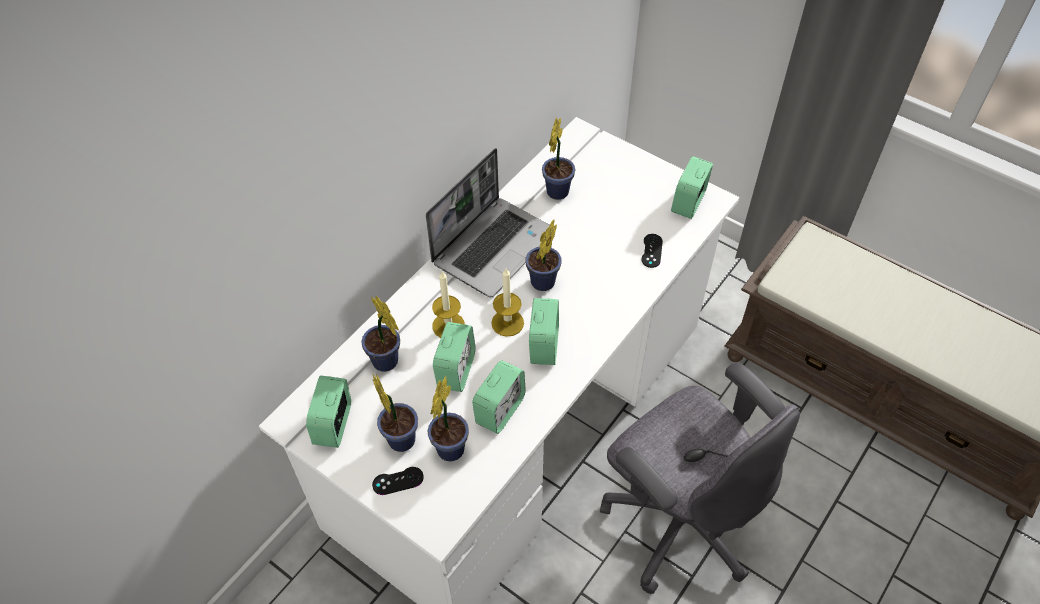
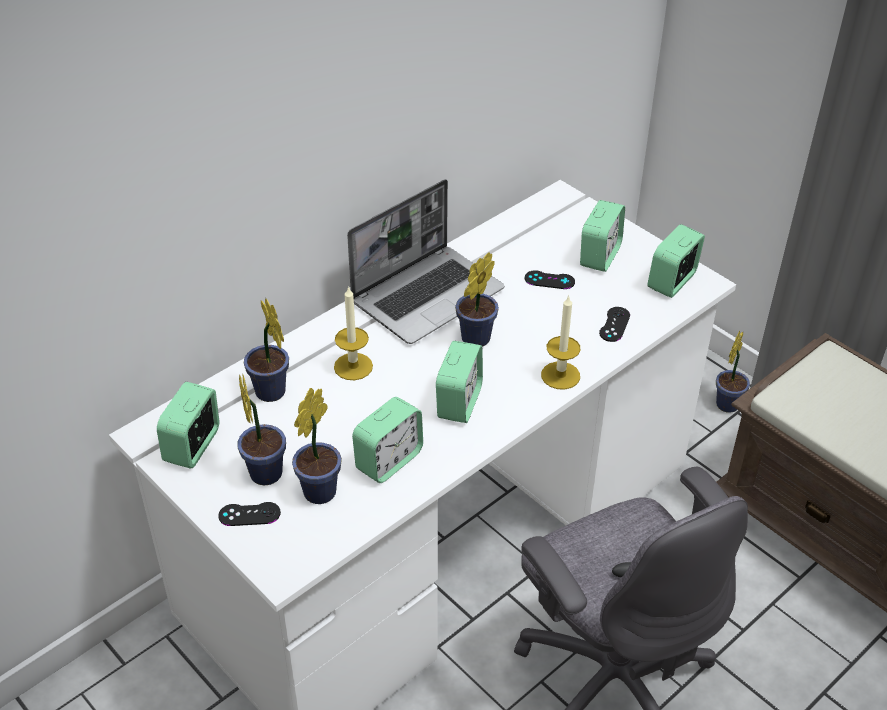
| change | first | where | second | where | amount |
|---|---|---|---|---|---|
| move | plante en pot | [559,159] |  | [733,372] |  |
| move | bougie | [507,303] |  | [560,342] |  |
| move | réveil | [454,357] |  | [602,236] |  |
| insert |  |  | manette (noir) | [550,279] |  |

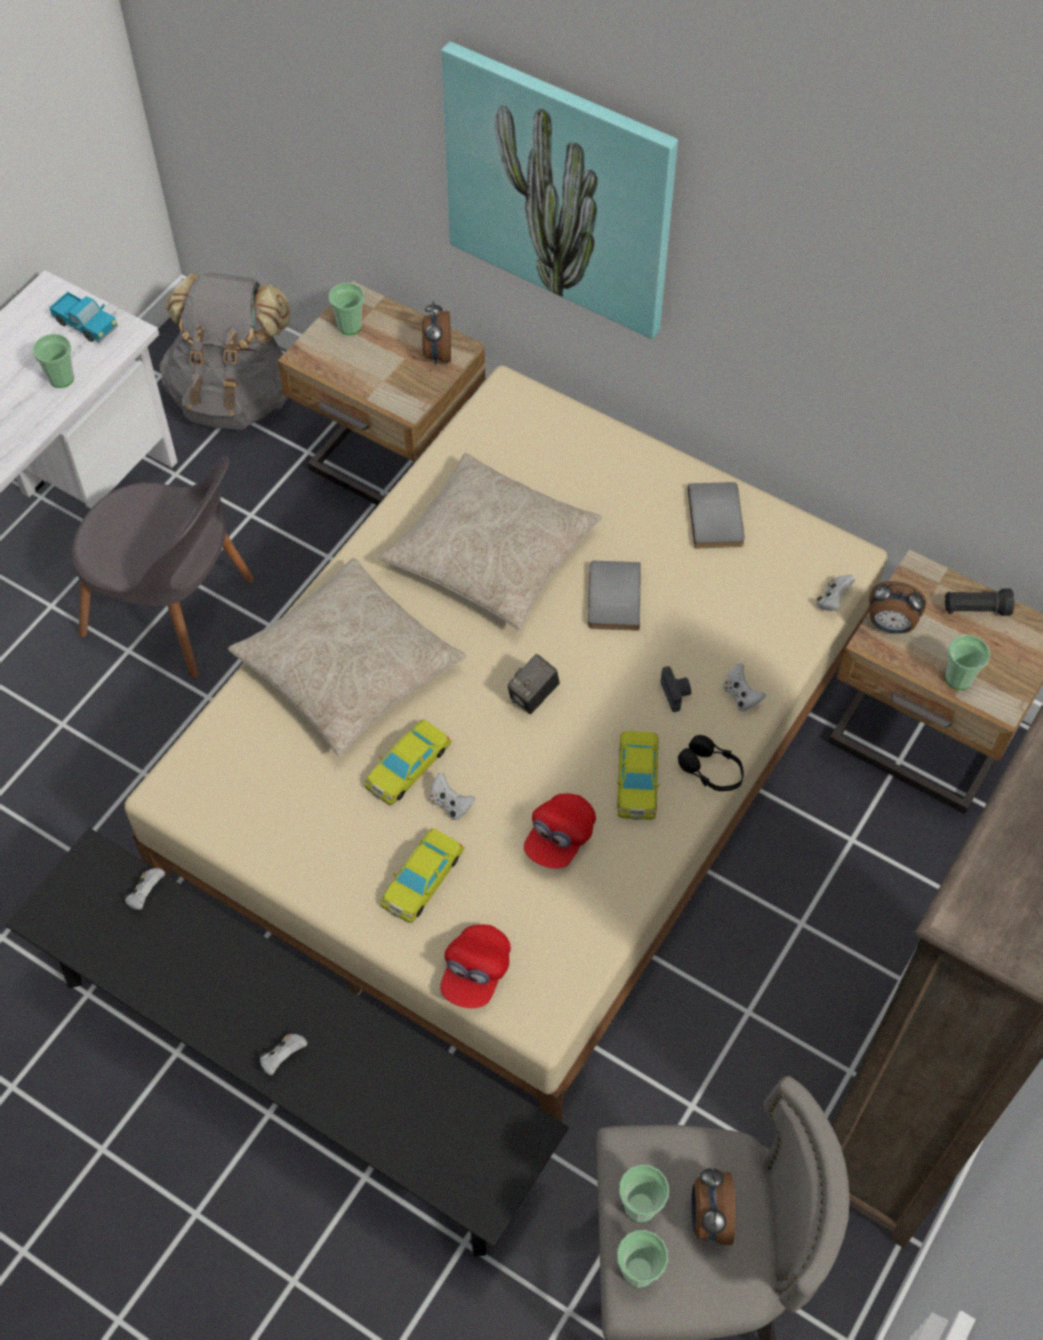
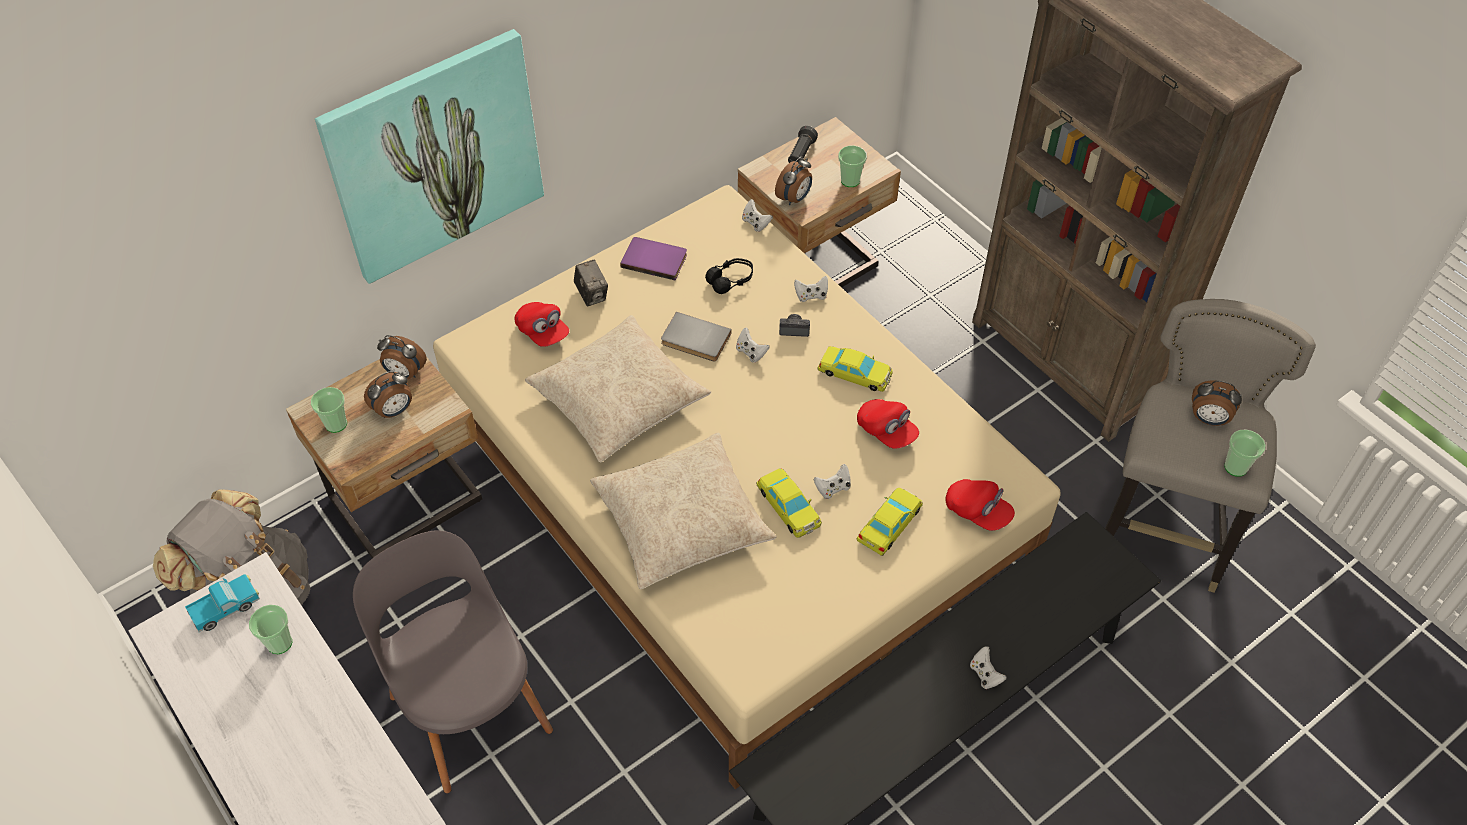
| change | first | where | second | where | amount |
|---|---|---|---|---|---|
| rotate | chaise (gris) | [162,567] |  | [453,661] | 75 degrees counterclockwise |
| recolor | livre (gris) | [716,515] | livre (violet) | [653,258] |  |
| move | appareil photo | [533,684] |  | [591,283] |  |
| move | casque audio (noir) | [711,763] |  | [729,276] |  |
| rotate | petite voiture (jaune) | [422,876] |  | [890,522] | 105 degrees counterclockwise |
| move | manette (blanc) | [144,889] |  | [753,345] |  |
| delete | tasse | [644,1194] |  |  |  |
| insert |  |  | casquette (rouge) | [542,324] |  |
| insert |  |  | réveil | [388,394] |  |

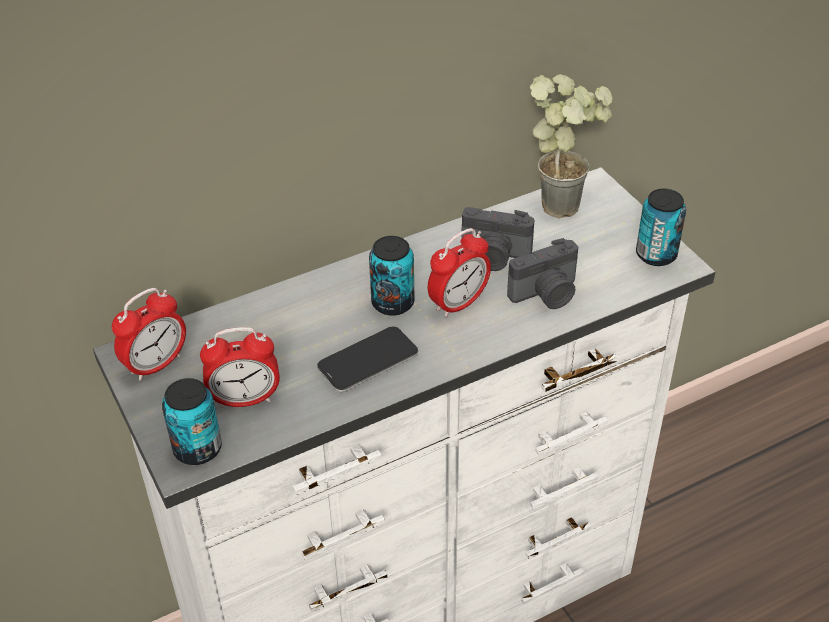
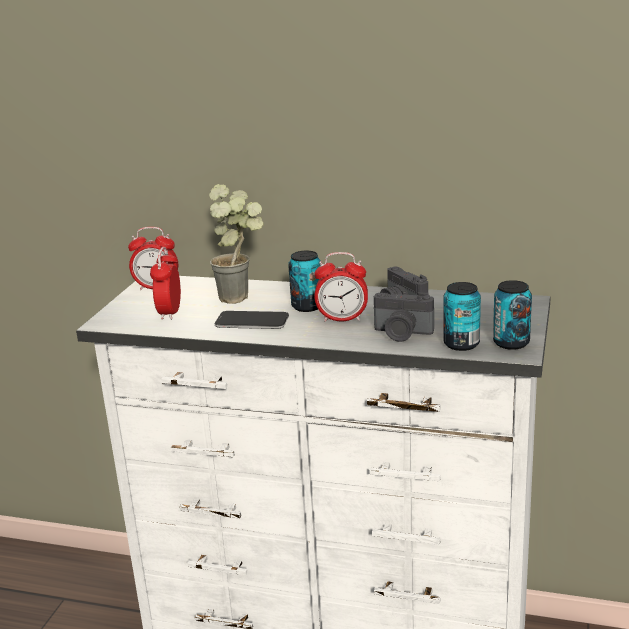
| change | first | where | second | where | amount |
|---|---|---|---|---|---|
| move | plante en pot | [571,146] |  | [236,244] |  |
| rotate | réveil | [240,368] |  | [165,283] | 60 degrees clockwise |
| move | boîte métallique | [192,421] |  | [462,316] |  |

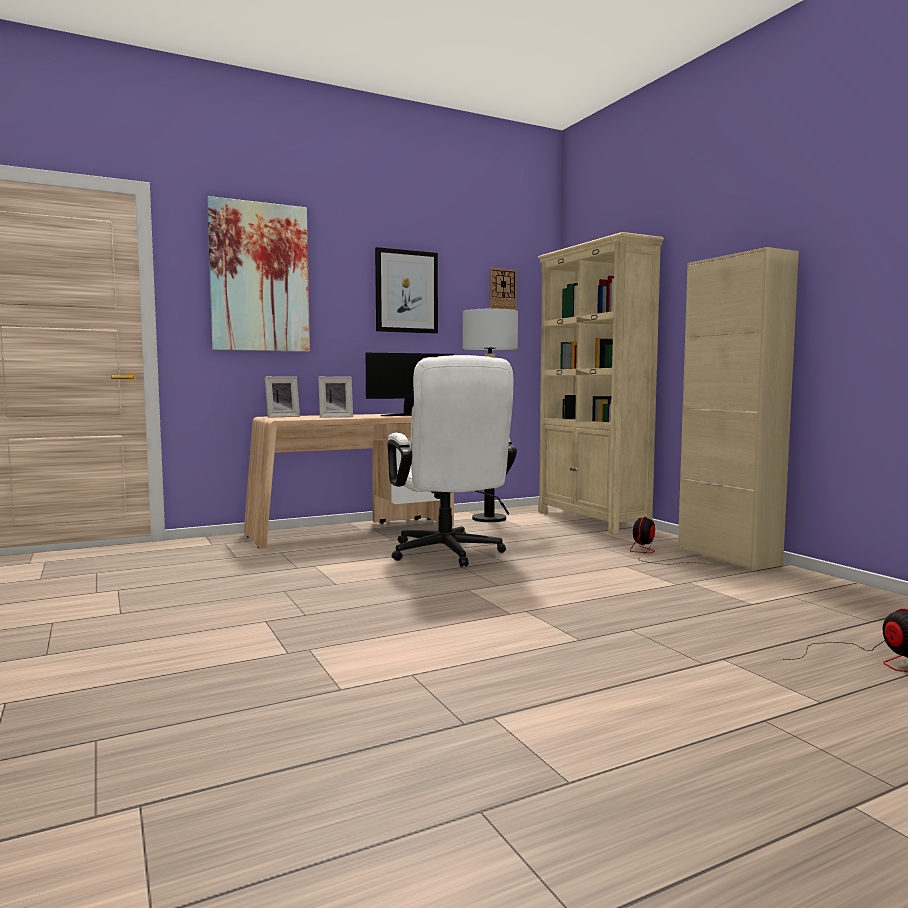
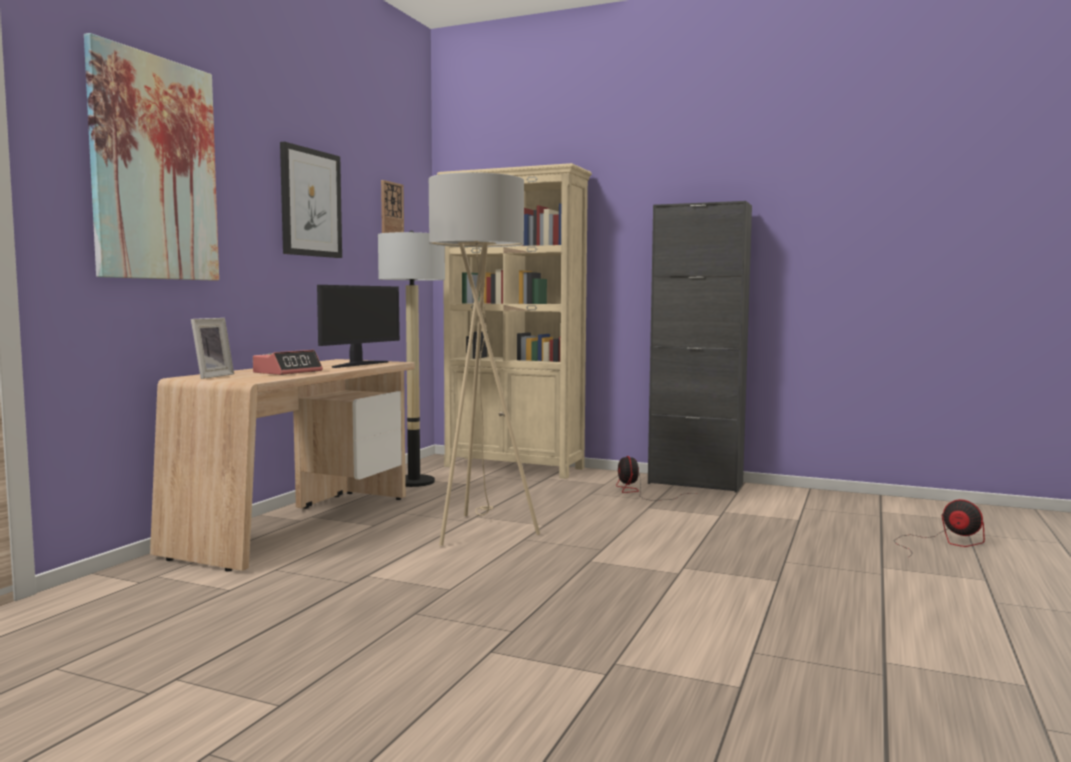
| change | first | where | second | where | amount |
|---|---|---|---|---|---|
| recolor | meuble de rangement (beige) | [738,409] | meuble de rangement (noir) | [700,347] |  |
| replace | chaise de bureau (blanc) | [452,461] | lampadaire (beige) | [484,359] |  |
| replace | cadre photo | [335,397] | réveil | [288,362] |  |

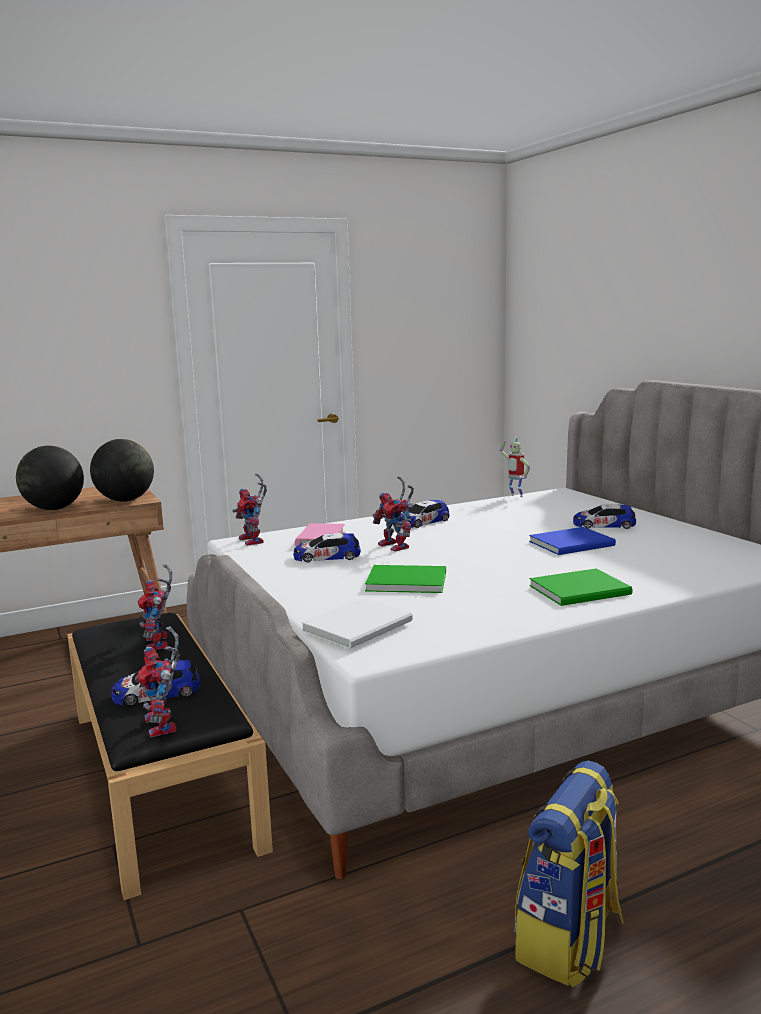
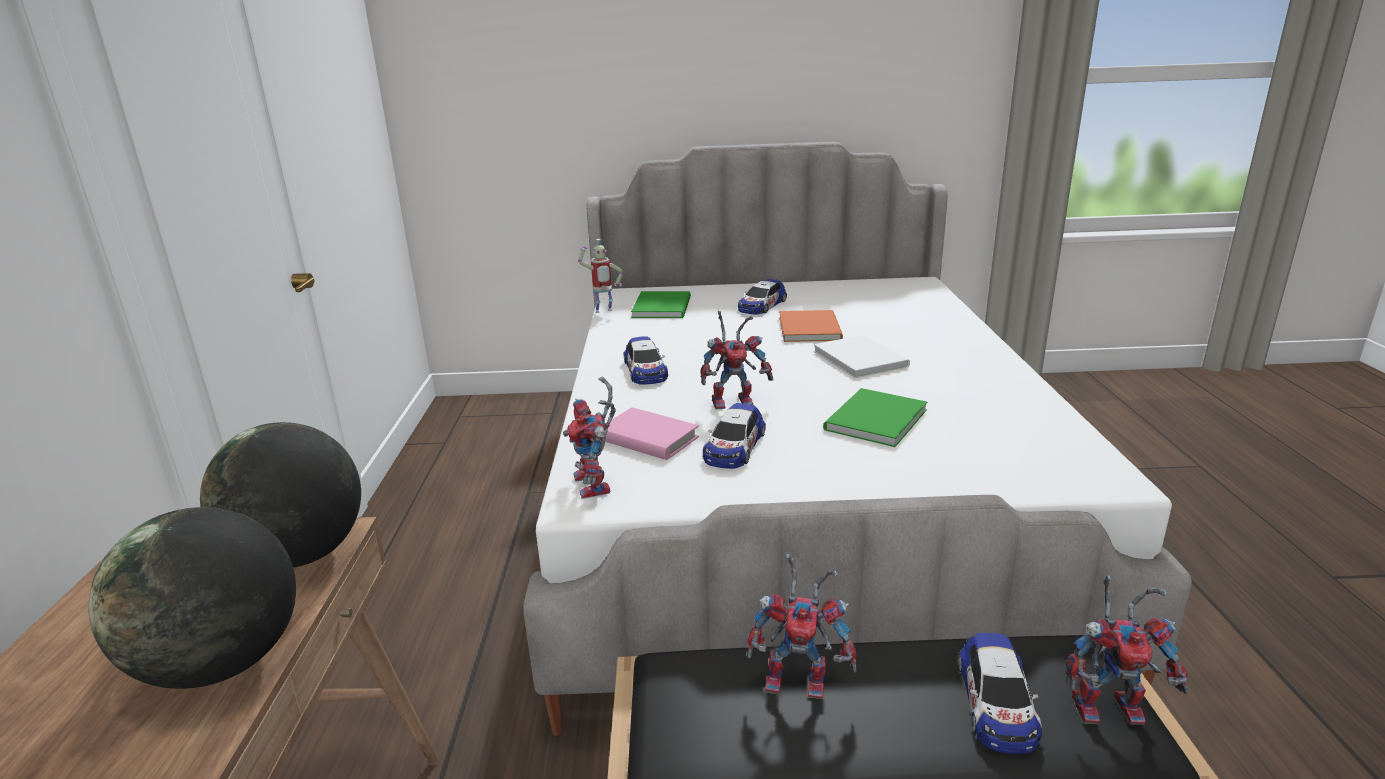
| change | first | where | second | where | amount |
|---|---|---|---|---|---|
| rotate | robot jouet | [250,509] |  | [589,437] | 75 degrees clockwise |
| recolor | livre (bleu) | [572,541] | livre (orange) | [811,326] |  |
| move | livre (vert) | [581,587] |  | [661,304] |  |
| move | livre (blanc) | [357,623] |  | [862,356] |  |
| delete | sac à dos | [569,874] |  |  |  |

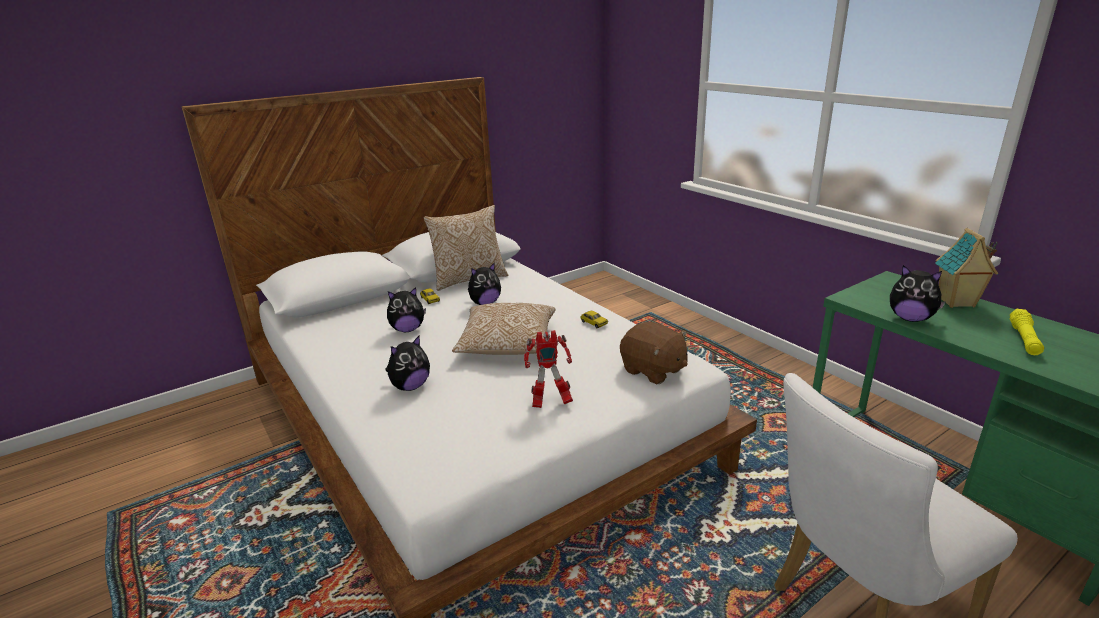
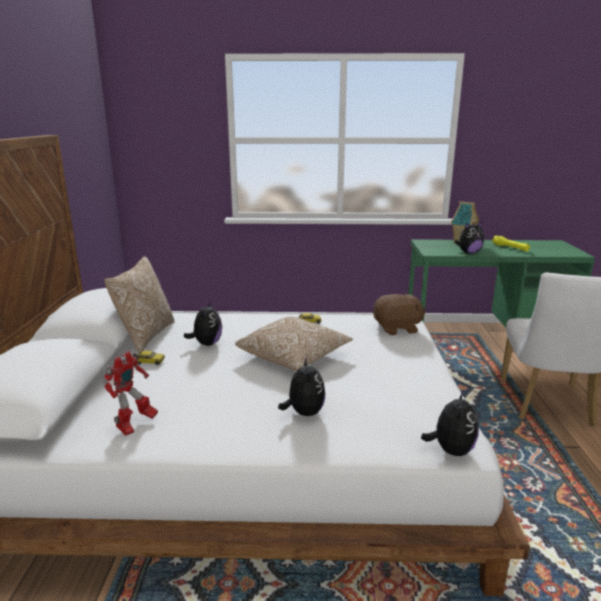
| change | first | where | second | where | amount |
|---|---|---|---|---|---|
| move | peluche | [406,309] |  | [450,423] |  |
| move | robot jouet | [548,369] |  | [130,393] |  |

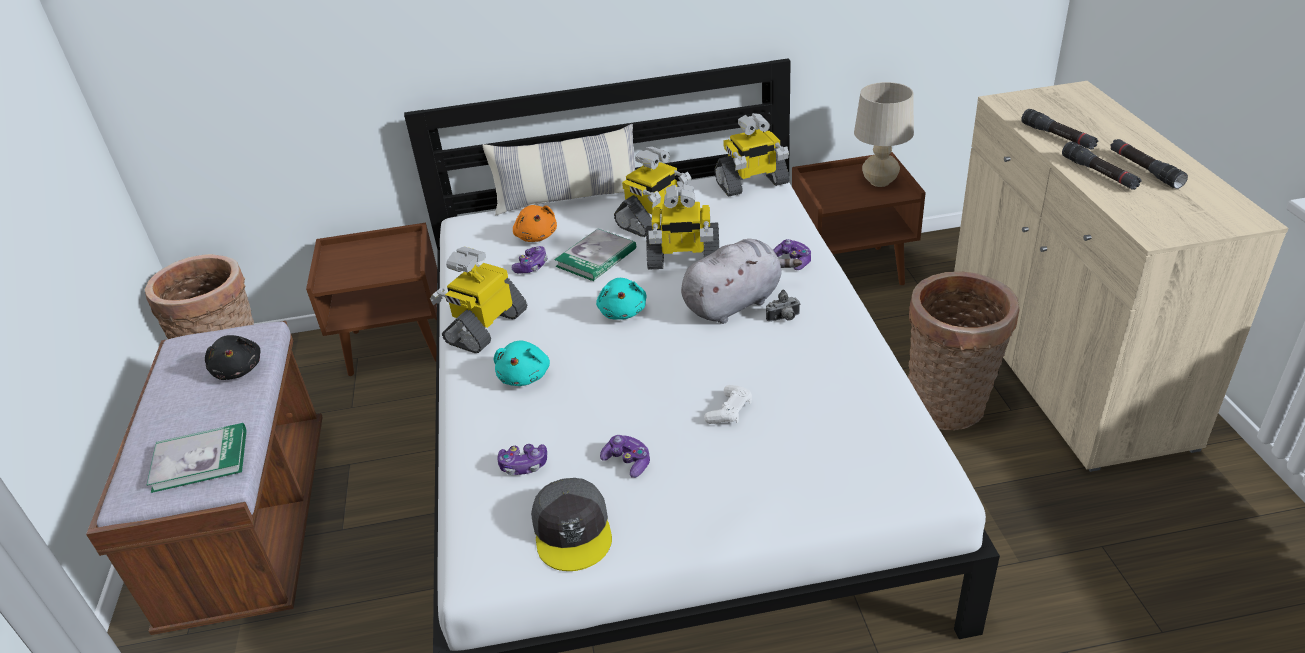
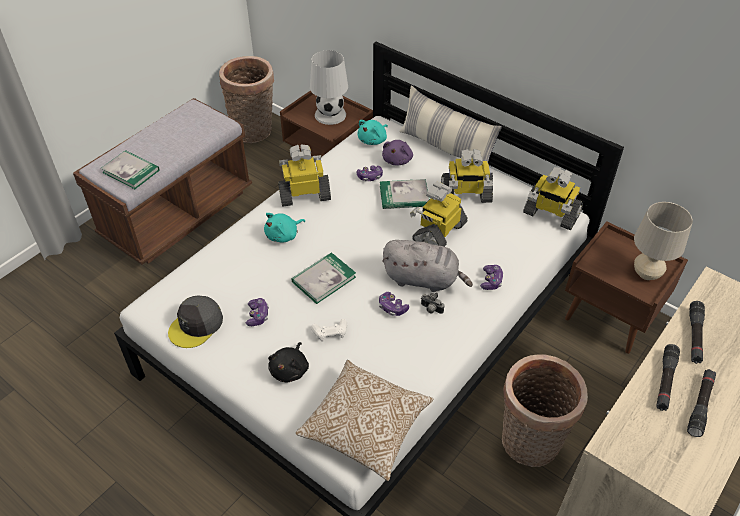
| change | first | where | second | where | amount |
|---|---|---|---|---|---|
| rotate | robot jouet | [682,227] |  | [439,214] | 75 degrees clockwise |
| recolor | peluche (orange) | [535,223] | peluche (violet) | [397,153] |  |
| move | peluche (turquoise) | [621,299] |  | [373,132] |  |
| move | peluche (noir) | [232,357] |  | [288,362] |  |
| move | manette | [522,459] |  | [394,304] |  |
| insert |  |  | lampe de table (blanc) | [329,87] |  |
| insert |  |  | livre | [323,278] |  |
| insert |  |  | coussin | [364,420] |  |

